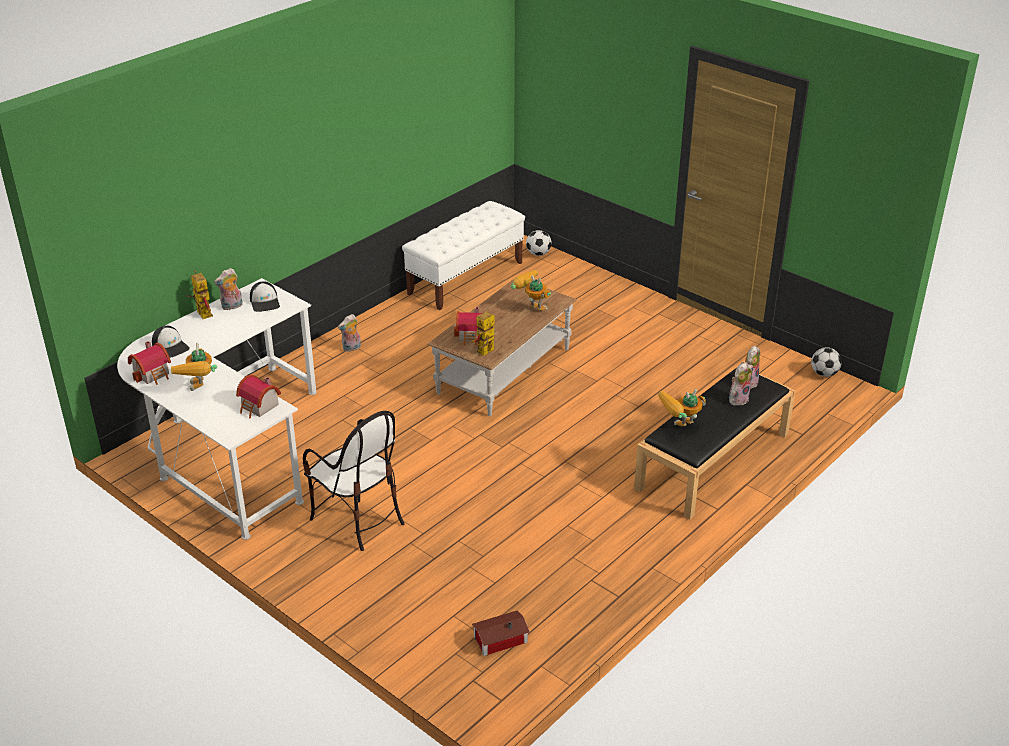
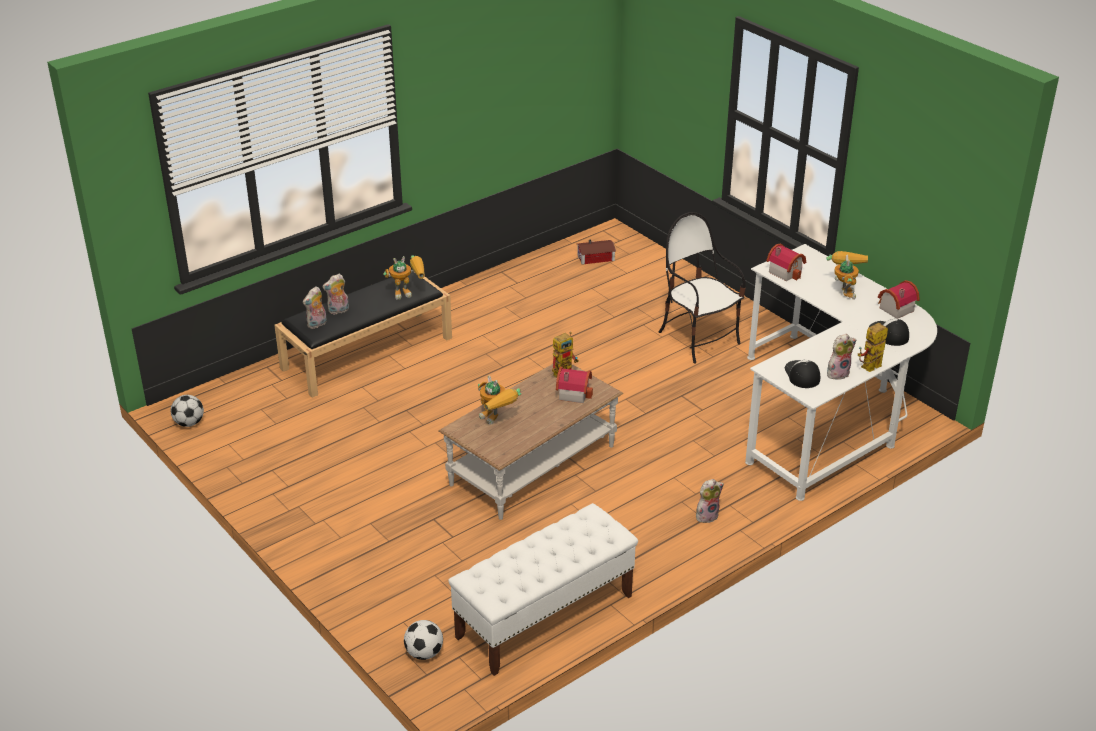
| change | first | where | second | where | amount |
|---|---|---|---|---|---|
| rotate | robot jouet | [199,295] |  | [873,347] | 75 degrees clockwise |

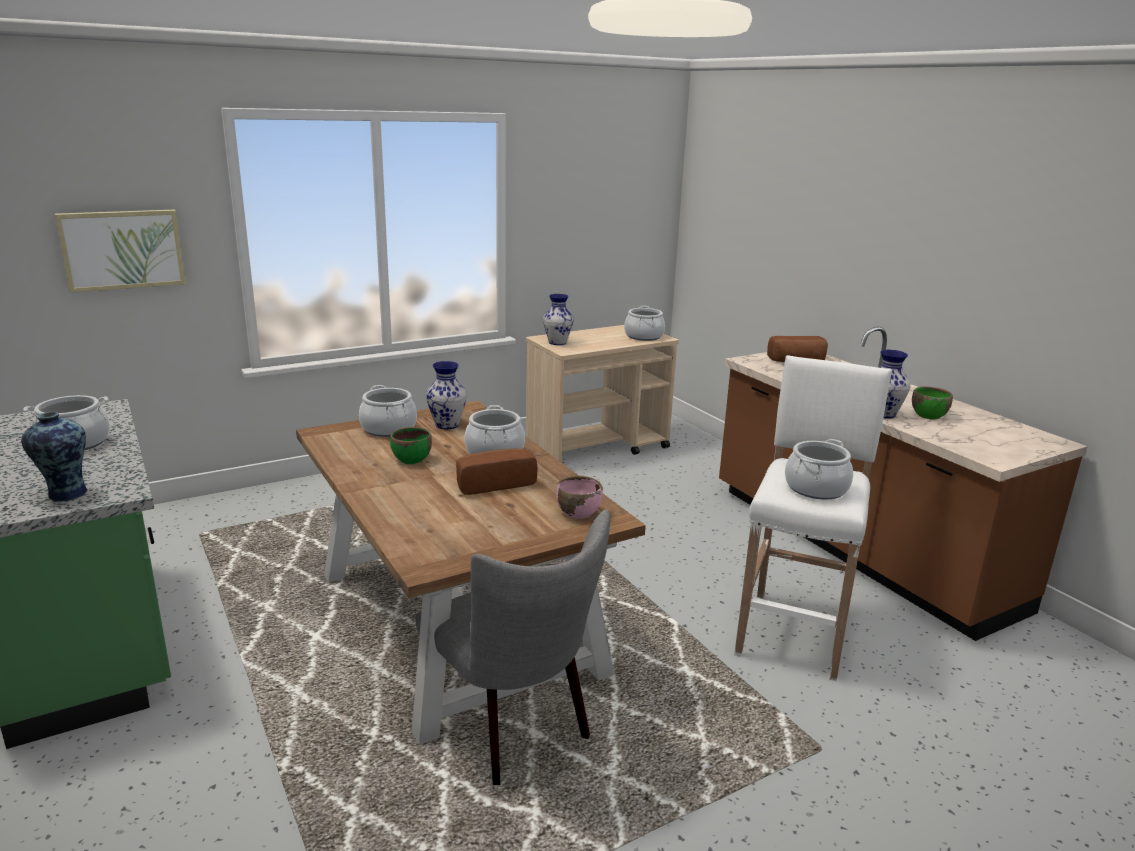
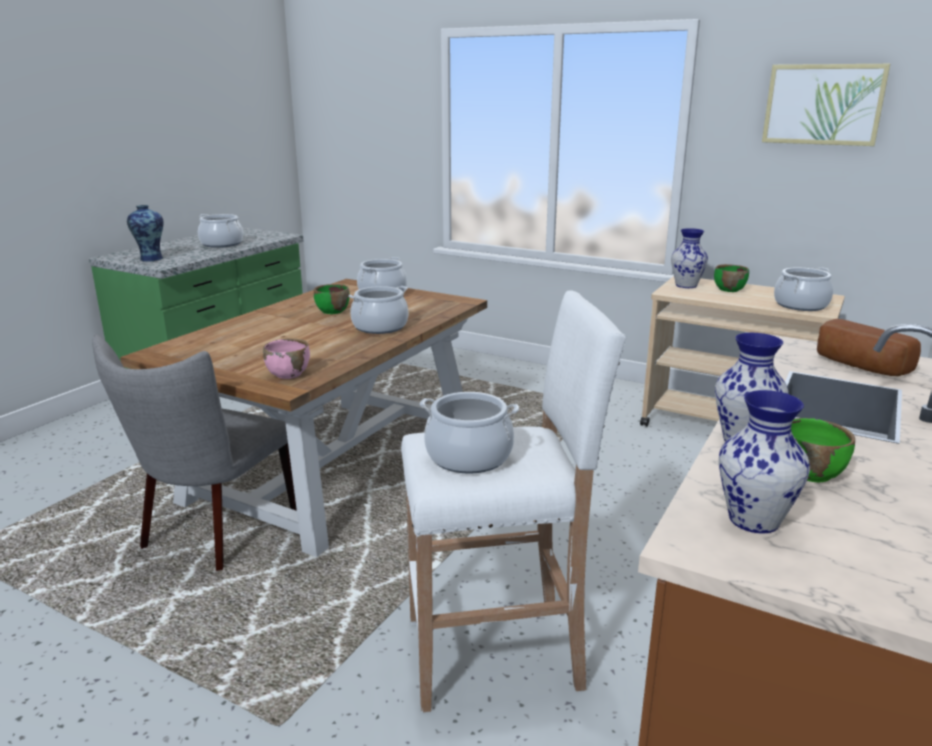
| change | first | where | second | where | amount |
|---|---|---|---|---|---|
| move | tableau | [120,251] |  | [826,105] |  |
| move | vase | [446,395] |  | [764,461] |  |
| delete | pain | [497,472] |  |  |  |
| insert |  |  | bol (vert) | [731,278] |  |

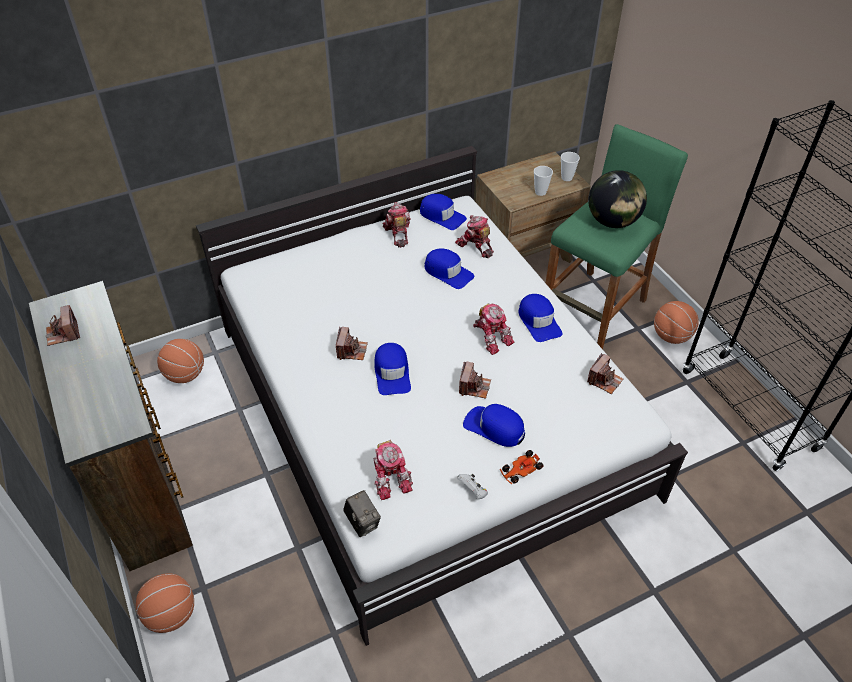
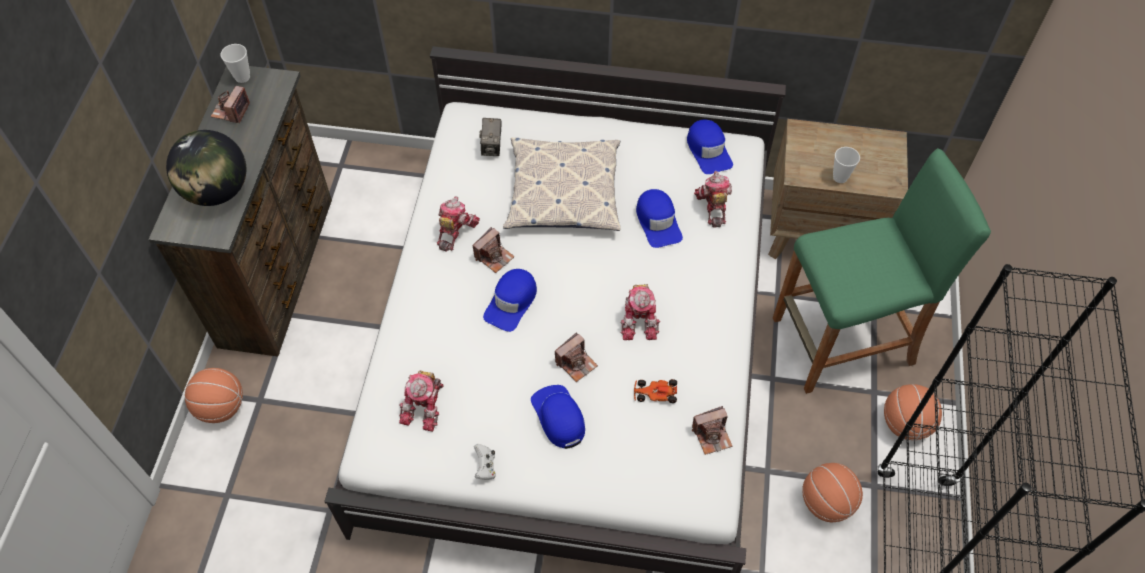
| change | first | where | second | where | amount |
|---|---|---|---|---|---|
| move | tasse | [570,166] |  | [235,63] |  |
| move | globe | [617,199] |  | [206,168] |  |
| move | robot jouet | [396,225] |  | [458,224] |  |
| delete | casquette (bleu) | [540,318] |  |  |  |
| move | ballon de basket | [180,361] |  | [832,492] |  |
| move | petite voiture | [521,467] |  | [655,391] |  |
| move | appareil photo | [362,513] |  | [490,137] |  |
| insert |  |  | coussin | [562,184] |  |

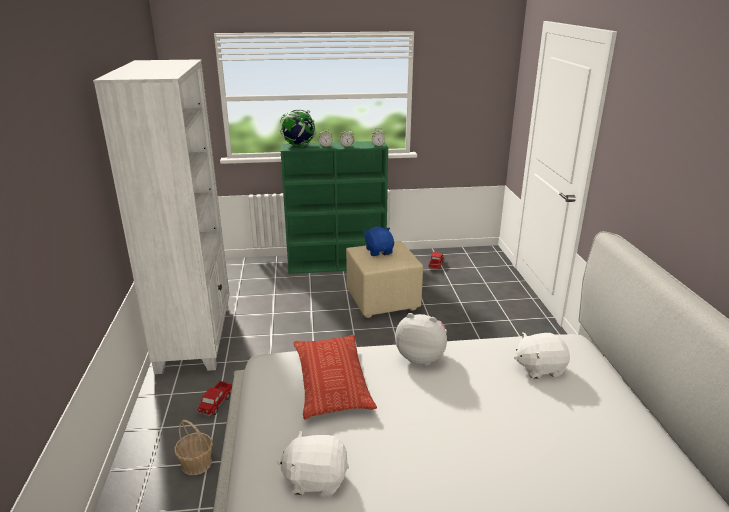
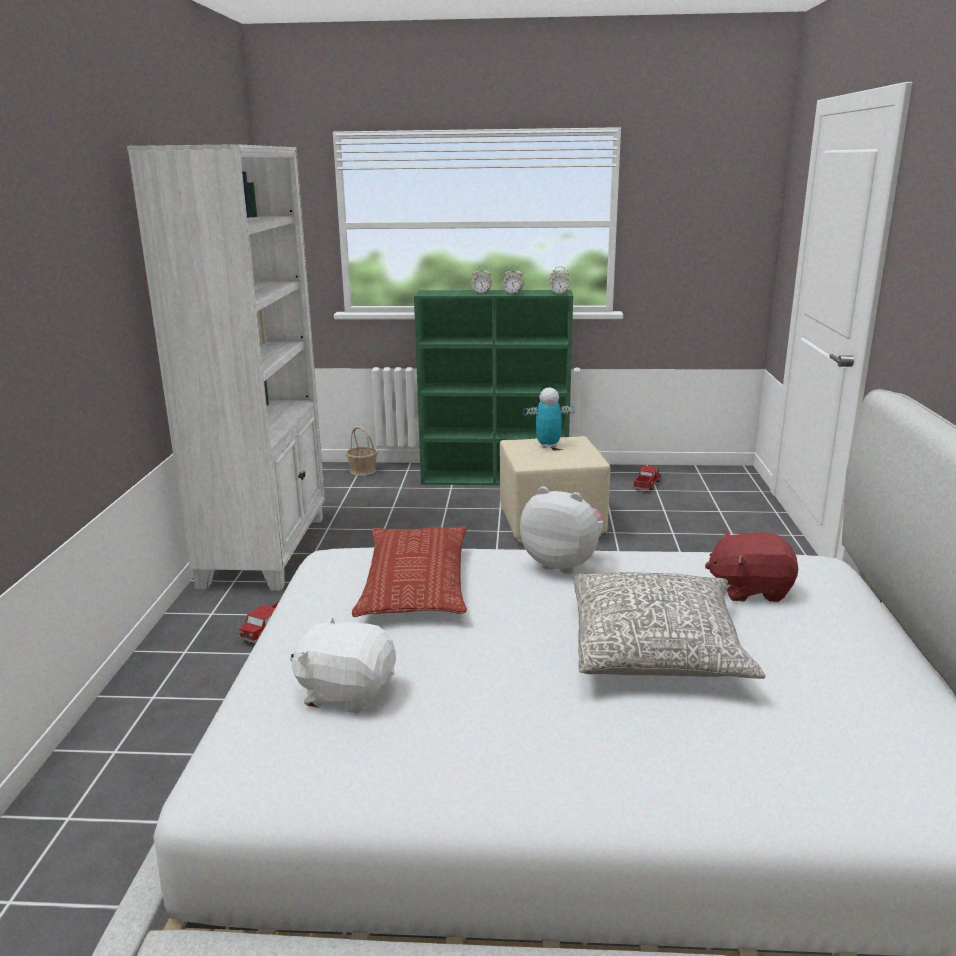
| change | first | where | second | where | amount |
|---|---|---|---|---|---|
| delete | globe | [297,128] |  |  |  |
| replace | peluche (bleu) | [378,241] | robot jouet | [549,418] |  |
| recolor | peluche (blanc) | [542,355] | peluche (rouge) | [751,566] |  |
| move | panier | [193,447] |  | [362,451] |  |
| insert |  |  | coussin (gris) | [669,625] |  |

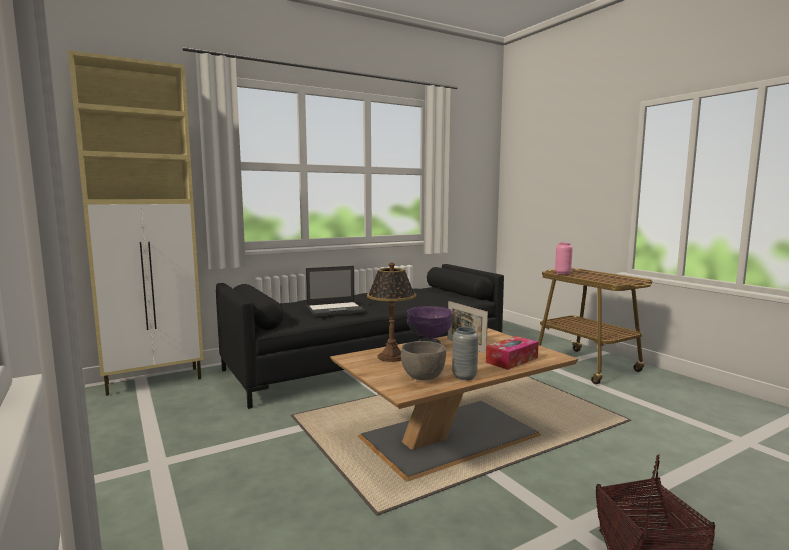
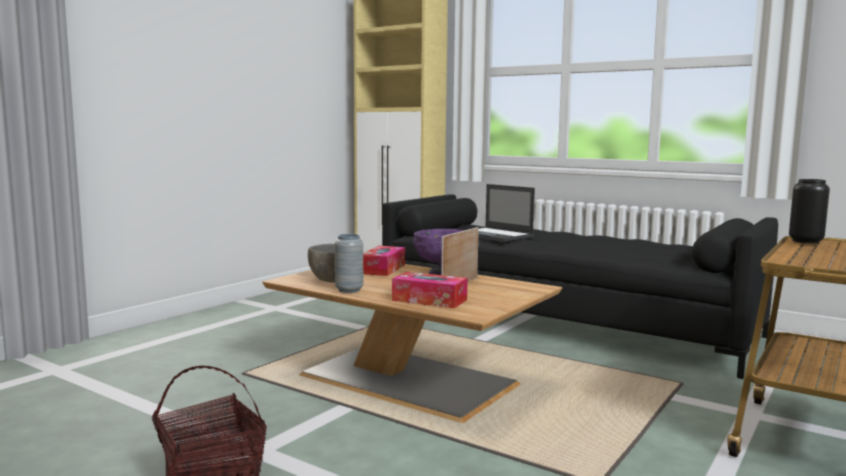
| change | first | where | second | where | amount |
|---|---|---|---|---|---|
| recolor | vase (rose) | [564,258] | vase (noir) | [809,211] |  |
| replace | lampe de table | [391,312] | boîte à mouchoirs | [384,261] |  |

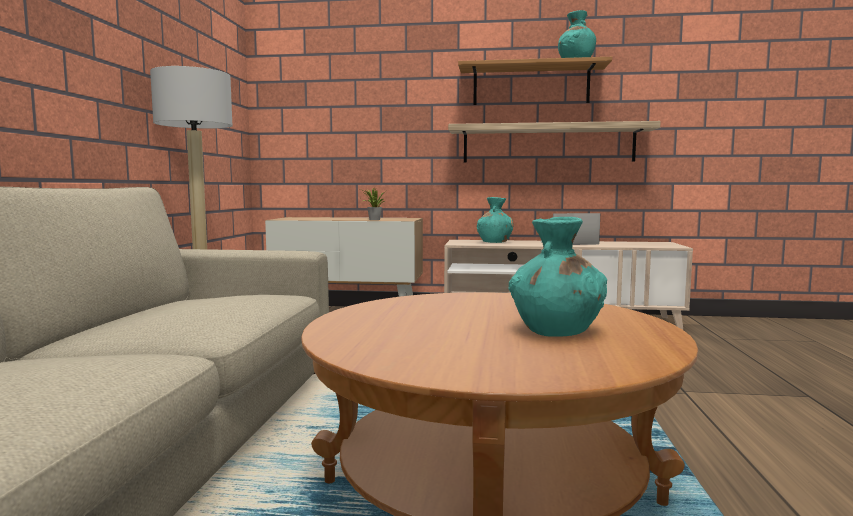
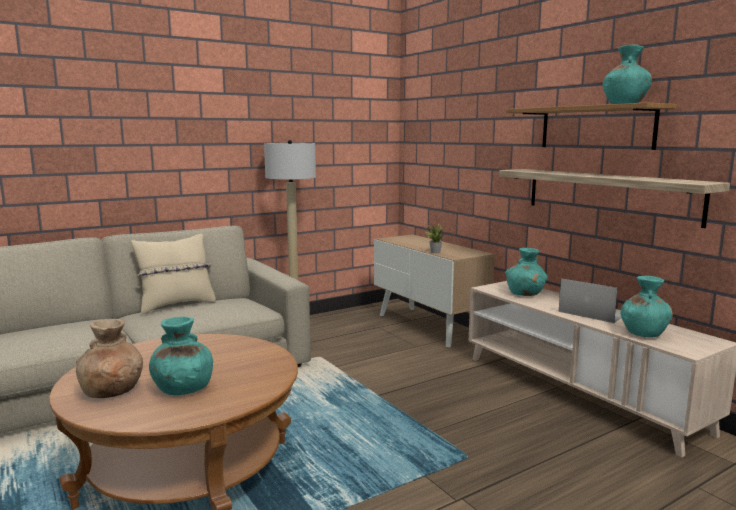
| change | first | where | second | where | amount |
|---|---|---|---|---|---|
| insert |  |  | coussin (beige) | [173,274] |  |
| insert |  |  | vase (turquoise) | [646,306] |  |
| insert |  |  | vase (marron) | [109,358] |  |

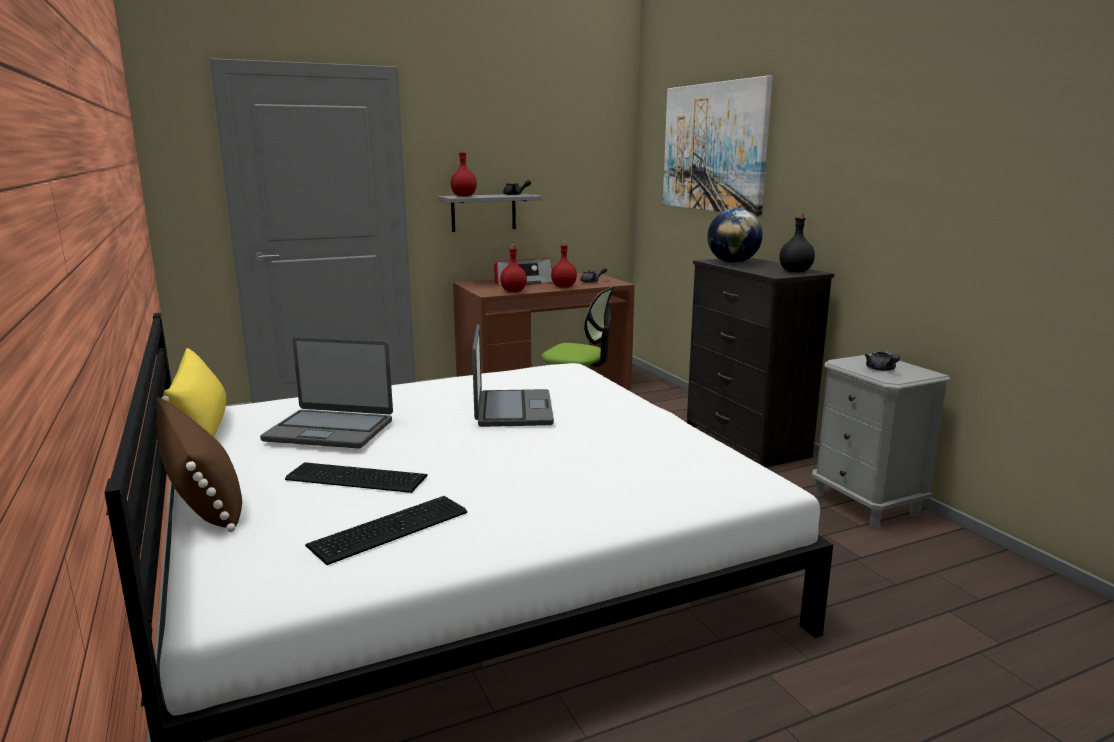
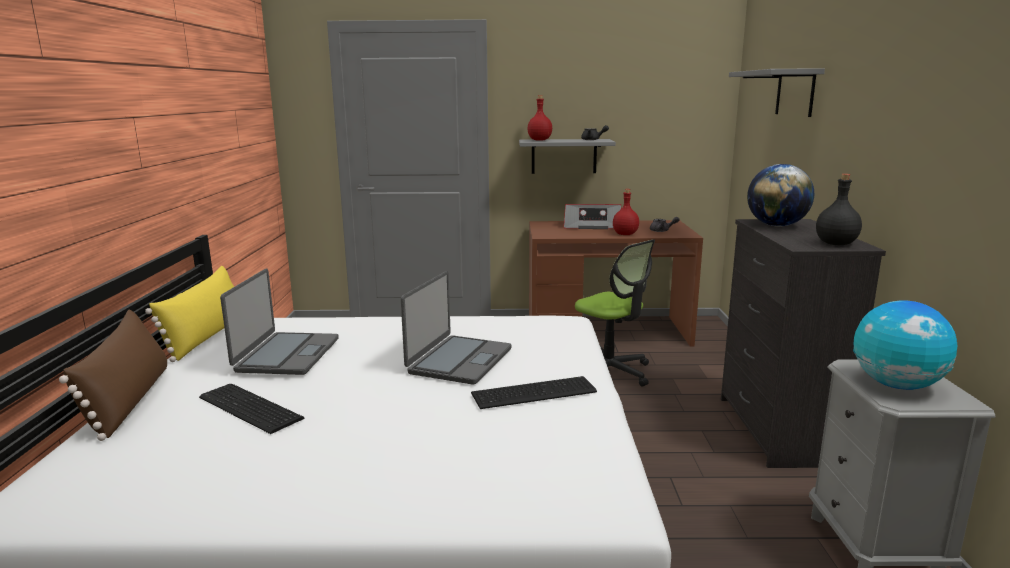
| change | first | where | second | where | amount |
|---|---|---|---|---|---|
| replace | tableau | [718,146] | étagère (gris) | [777,92] |  |
| delete | bouteille (rouge) | [513,268] |  |  |  |
| rotate | ordinateur portable | [326,393] |  | [279,322] | 120 degrees counterclockwise |
| replace | théière (gris) | [882,360] | globe | [905,345] |  |
| move | clavier | [386,530] |  | [534,392] |  |

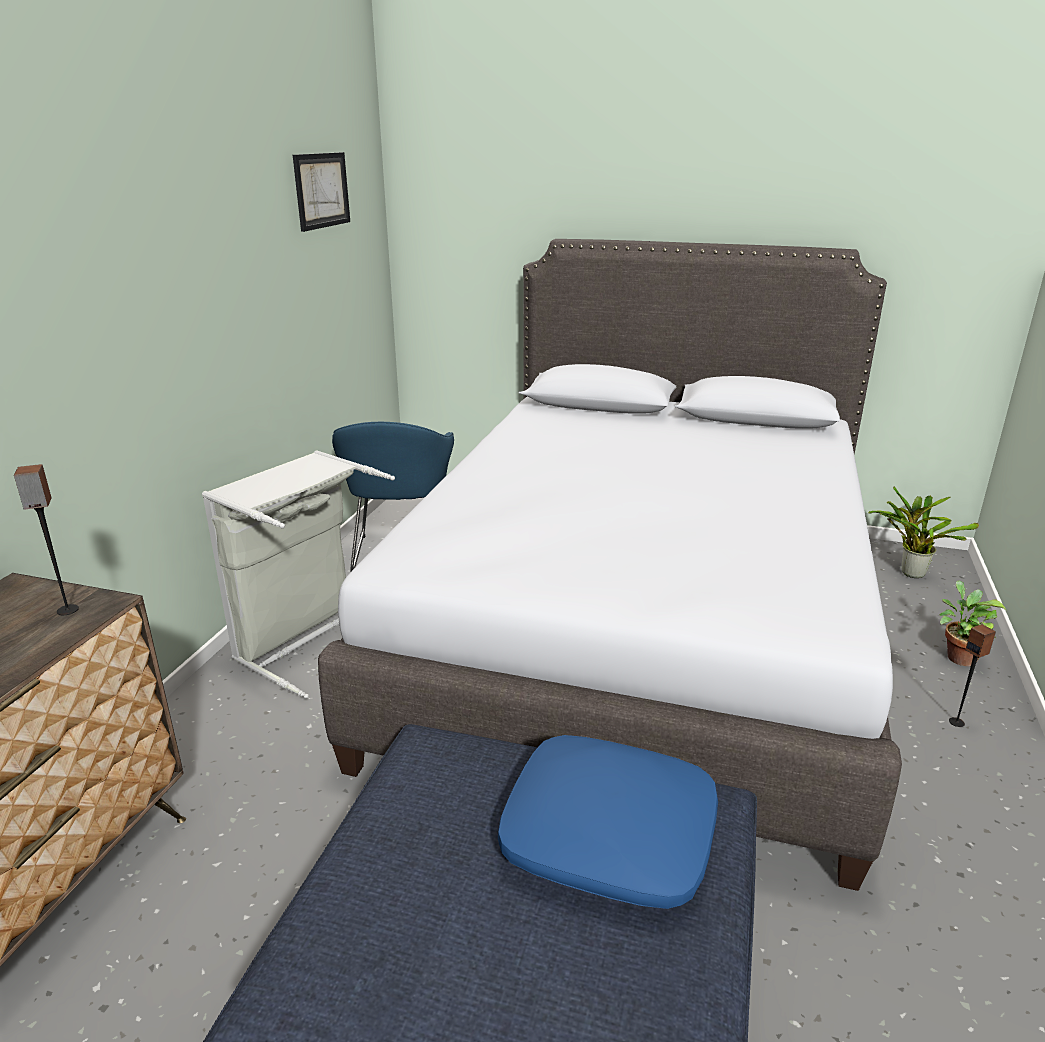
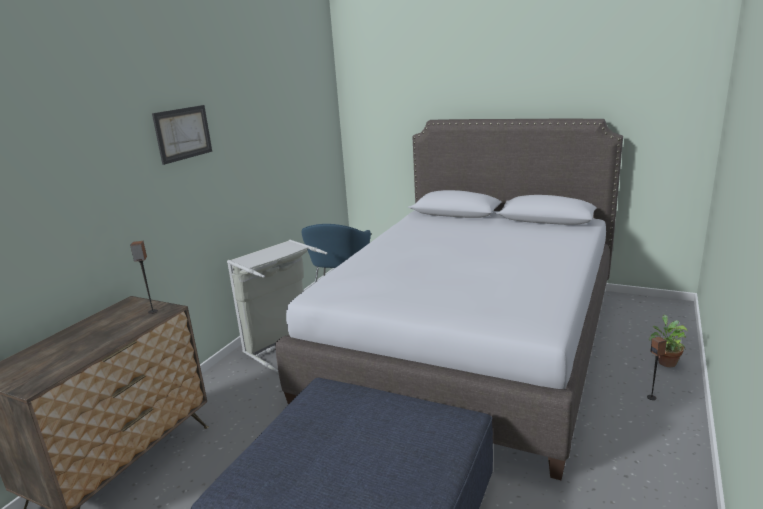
| change | first | where | second | where | amount |
|---|---|---|---|---|---|
| move | tableau | [321,192] |  | [182,135] |  |
| delete | plante en pot | [923,532] |  |  |  |
| delete | coussin (bleu) | [608,822] |  |  |  |

